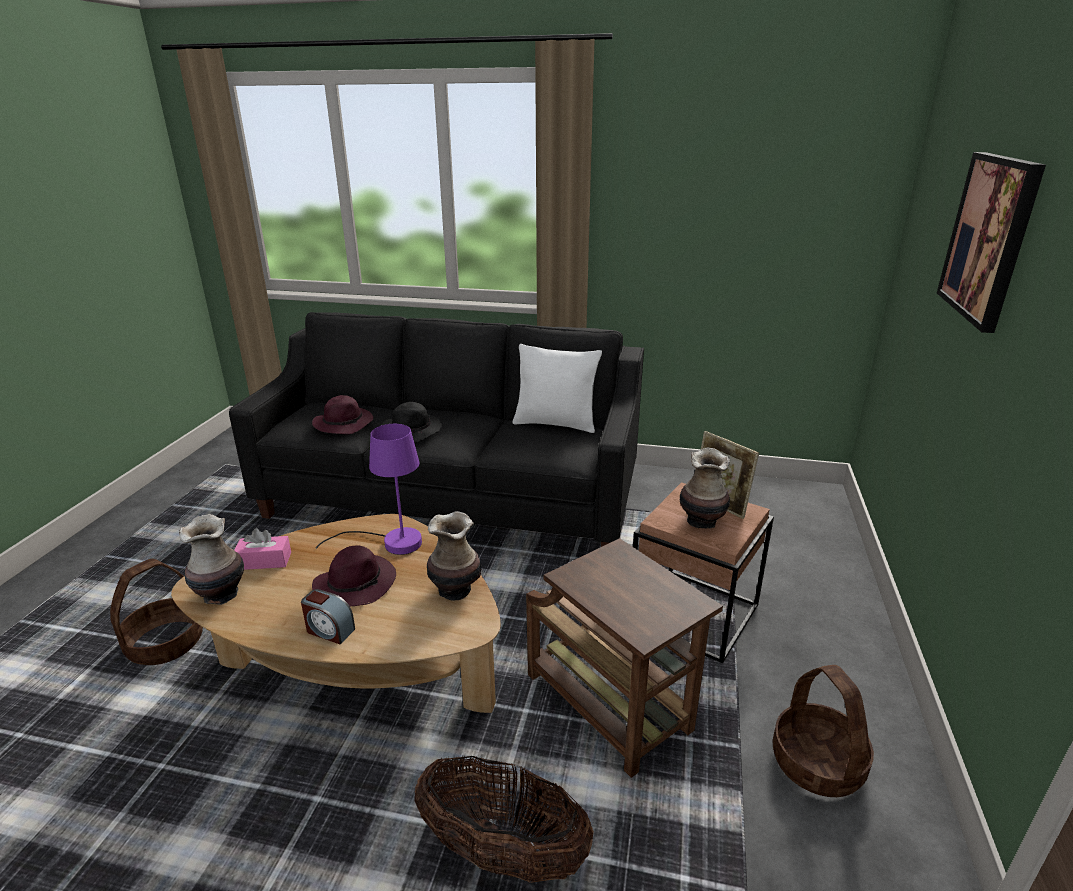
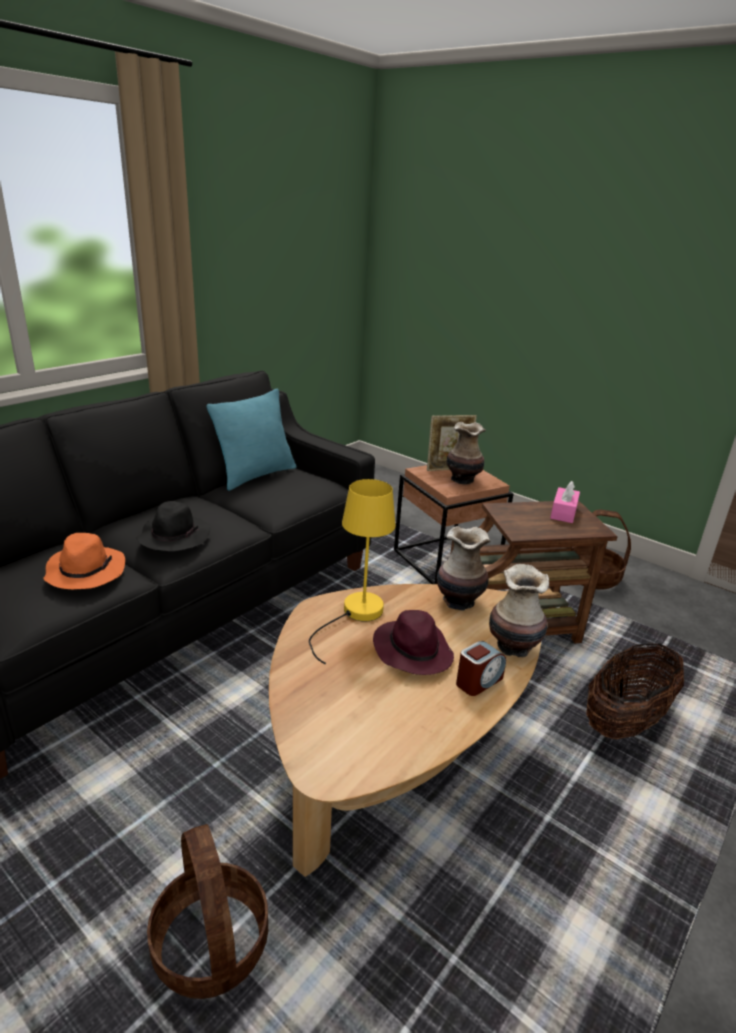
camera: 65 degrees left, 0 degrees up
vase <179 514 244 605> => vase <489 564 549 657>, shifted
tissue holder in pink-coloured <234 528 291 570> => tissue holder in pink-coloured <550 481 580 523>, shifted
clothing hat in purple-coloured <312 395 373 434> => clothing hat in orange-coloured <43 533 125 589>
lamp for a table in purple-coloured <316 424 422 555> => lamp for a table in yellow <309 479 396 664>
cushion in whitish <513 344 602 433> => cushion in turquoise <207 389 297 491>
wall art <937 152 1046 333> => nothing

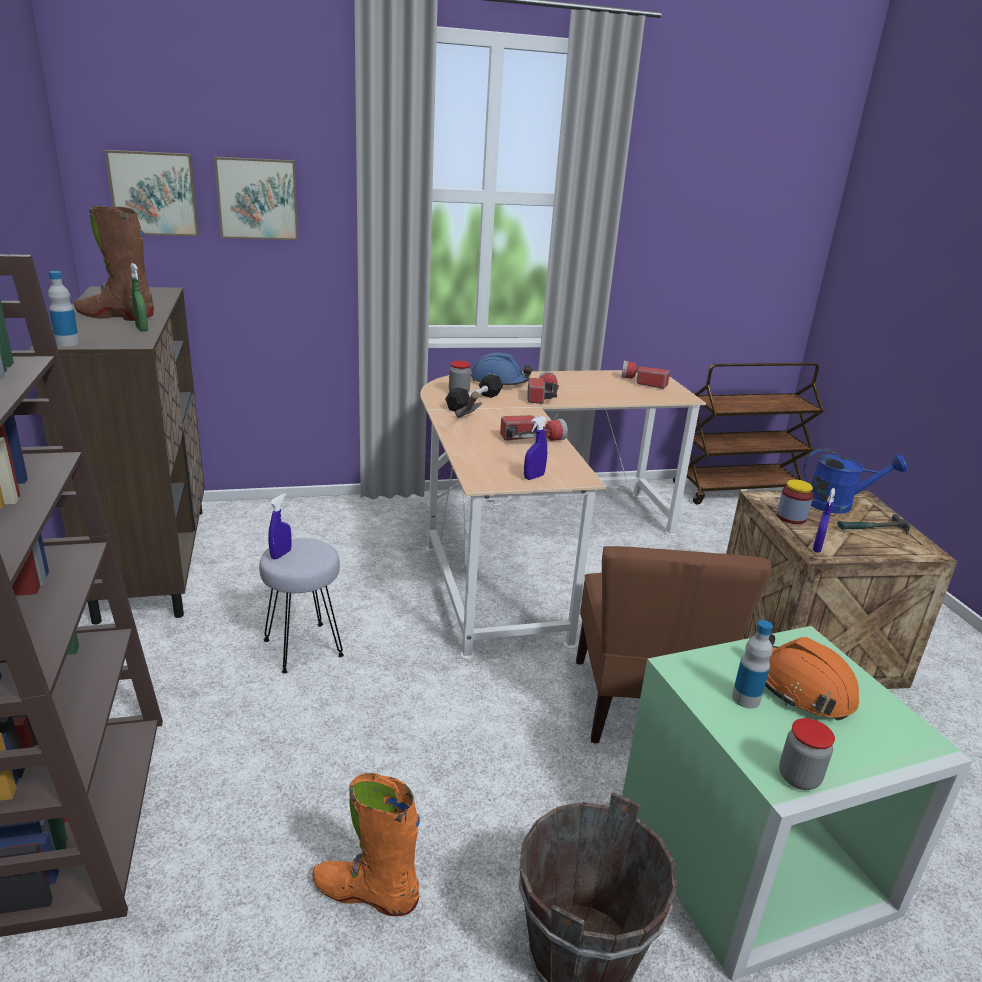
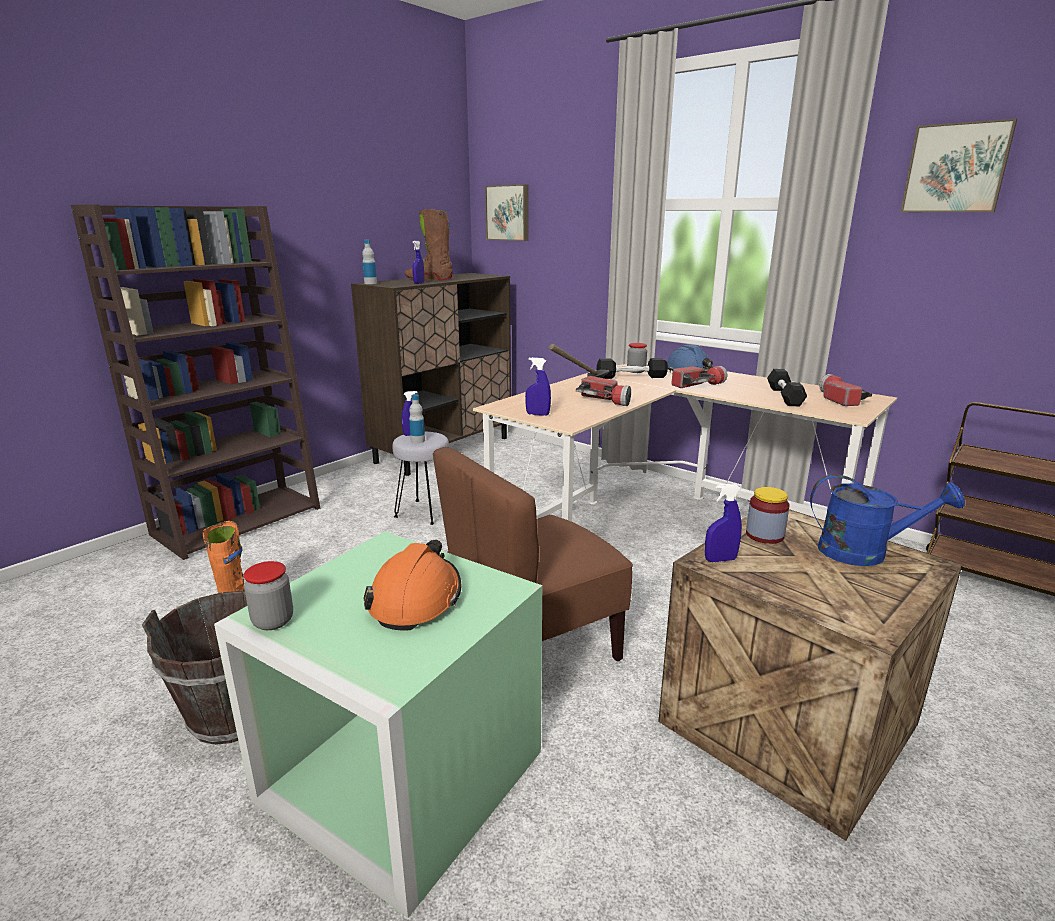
camera: 55 degrees right, 5 degrees down
high-top boot in brownish <74 206 154 321> => high-top boot in brownish <405 209 453 281>, 45 degrees counterclockwise
hand sprayer in greenish <130 263 148 331> => hand sprayer in blue-coloured <412 241 424 284>
wall art <214 157 298 240> => wall art <900 118 1017 212>, shifted
drink bottle <732 620 773 709> => drink bottle <409 394 425 443>, shifted
watering pot in blue-coloured <803 448 907 514> => watering pot in blue-coloured <810 474 965 566>, 45 degrees counterclockwise
tool hammer <837 514 910 535> => nothing
nothing => hand weight in black <767 369 807 406>

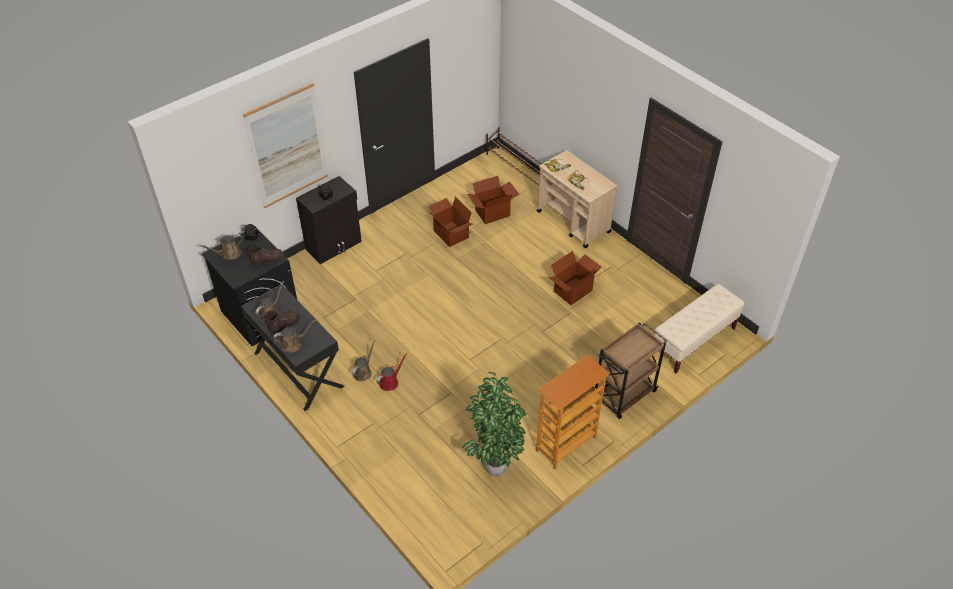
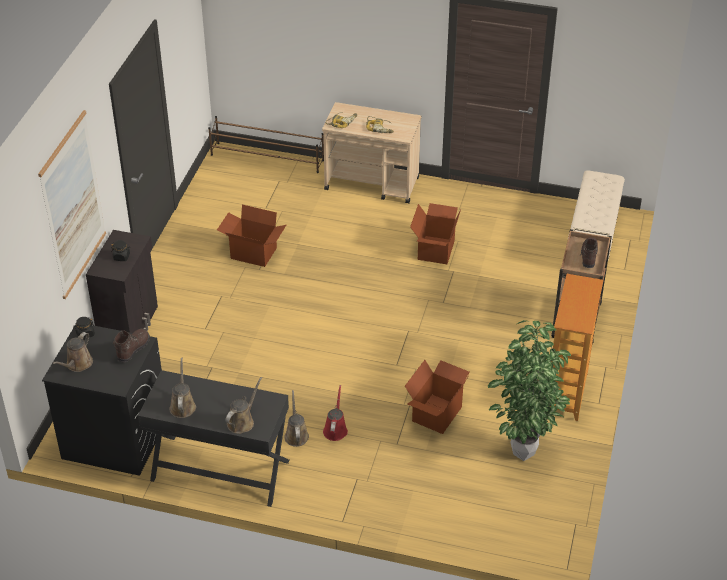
camera: 35 degrees left, 5 degrees down
high-top boot in brownish <265 311 300 335> => high-top boot in brownish <581 237 598 268>, shifted
cardboard box <467 176 520 224> => cardboard box <405 360 469 434>, shifted

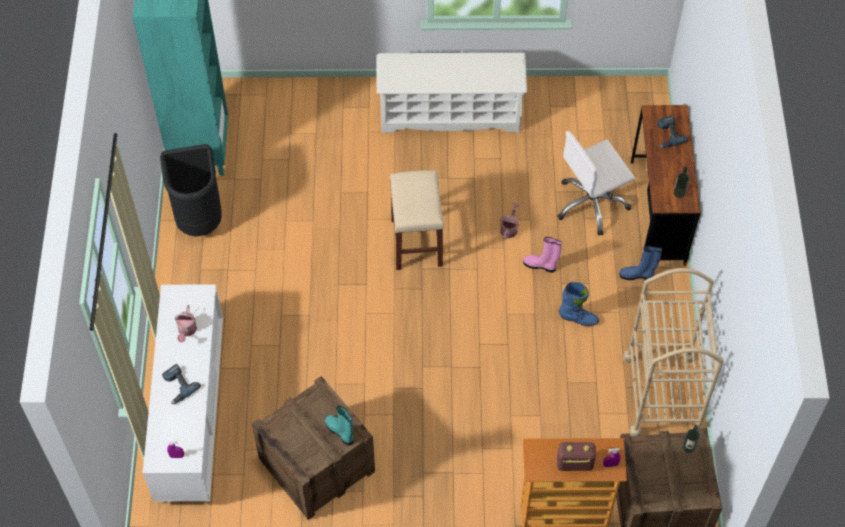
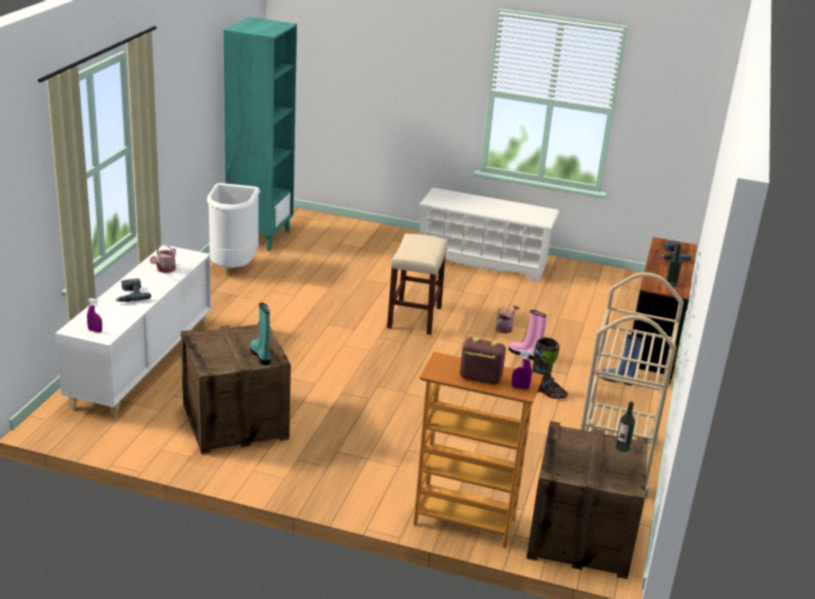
camera: 15 degrees right, 30 degrees down
rubbish bin in black <160 144 222 237> => rubbish bin in whitish <207 183 260 268>
desk chair in whitish <557 131 635 236> => nothing
high-top boot in blue-coloured <559 282 600 326> => high-top boot in black <532 337 568 399>

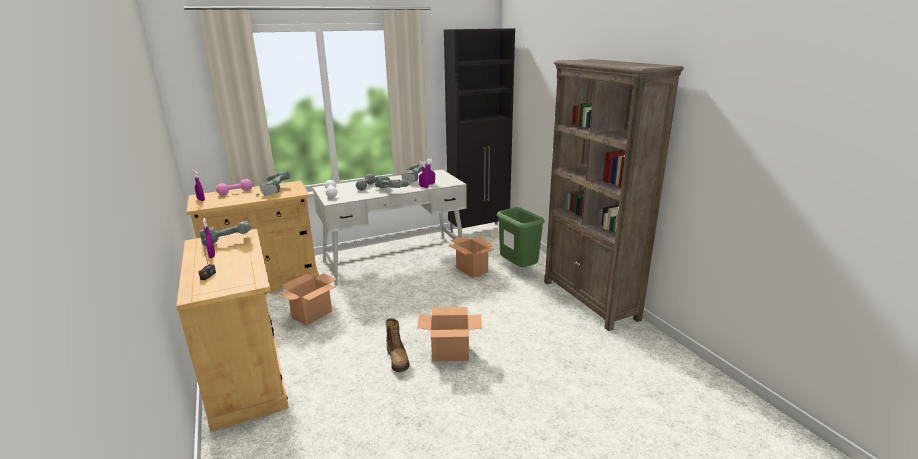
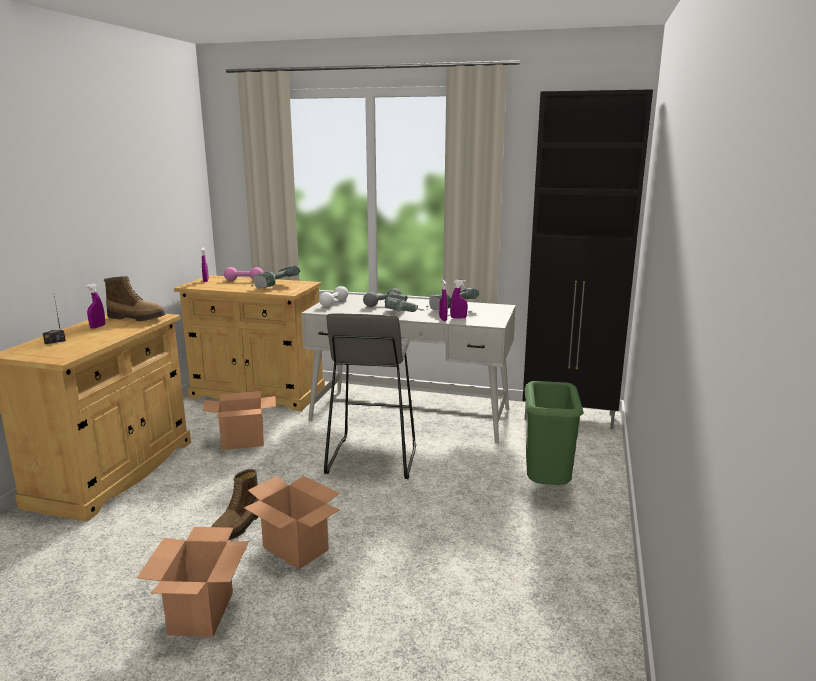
camera: 40 degrees right, 5 degrees down
power drill <200 221 251 246> => high-top boot <104 276 166 321>
cardboard box <448 236 495 278> => cardboard box <137 527 249 637>, shifted
bookcase in brownish <544 59 684 331> => nothing
nothing => stool seat in greyish <324 313 416 479>

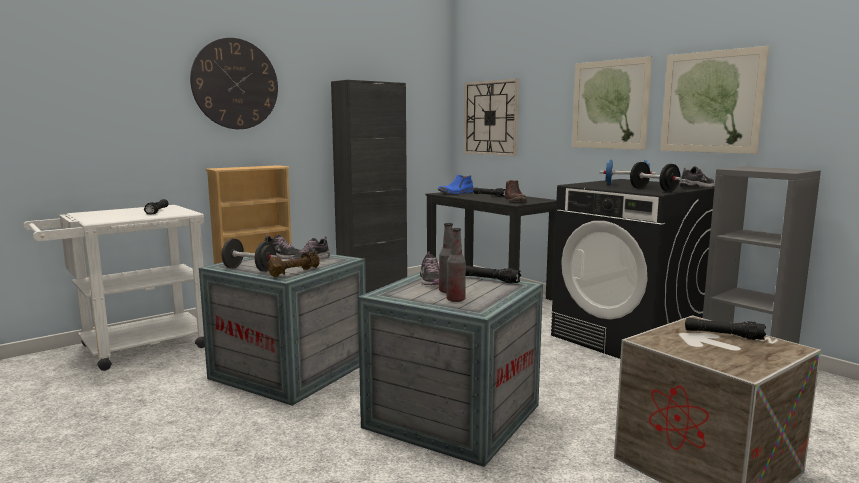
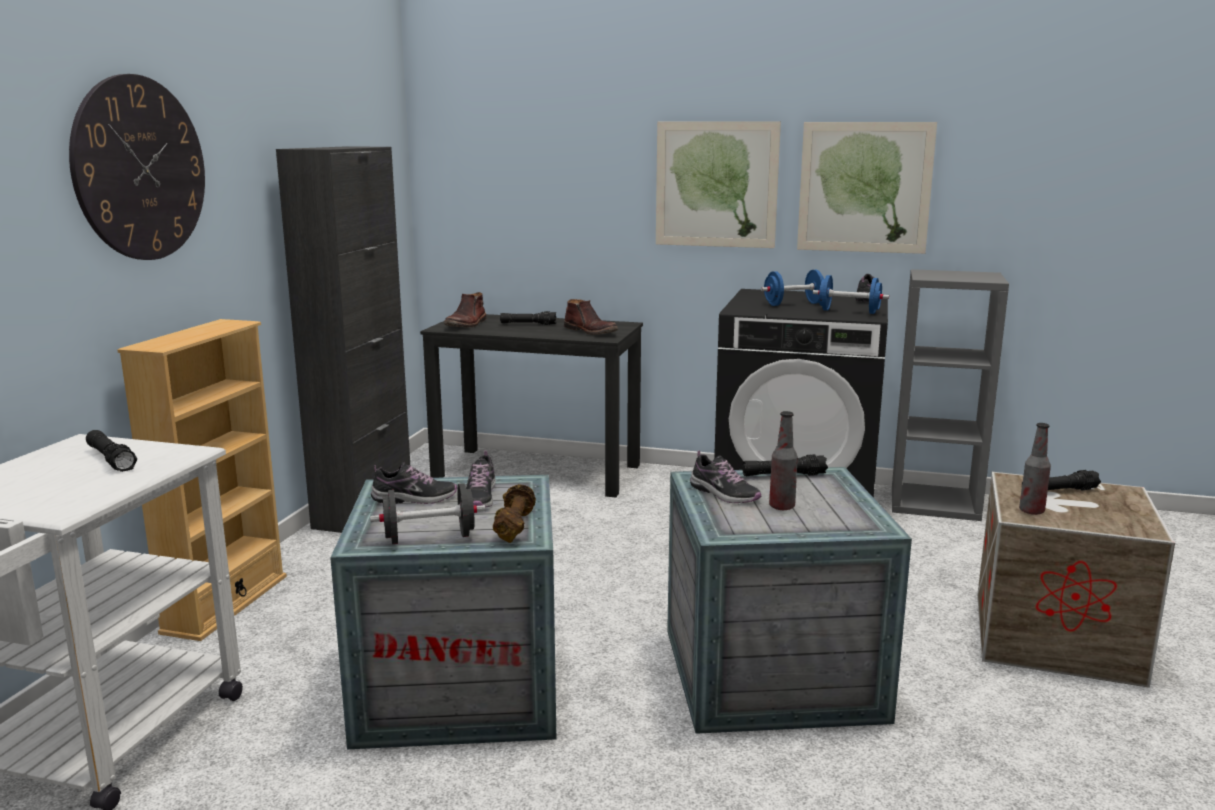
camera: 35 degrees left, 5 degrees up
high-top boot in blue-coloured <438 175 474 194> => high-top boot in brownish <444 292 487 327>
drink bottle <446 228 466 302> => drink bottle <1019 423 1051 515>, shifted
clock on the wall <464 78 519 156> => nothing
hand weight in black <630 162 681 192> => hand weight in blue-coloured <813 275 889 314>

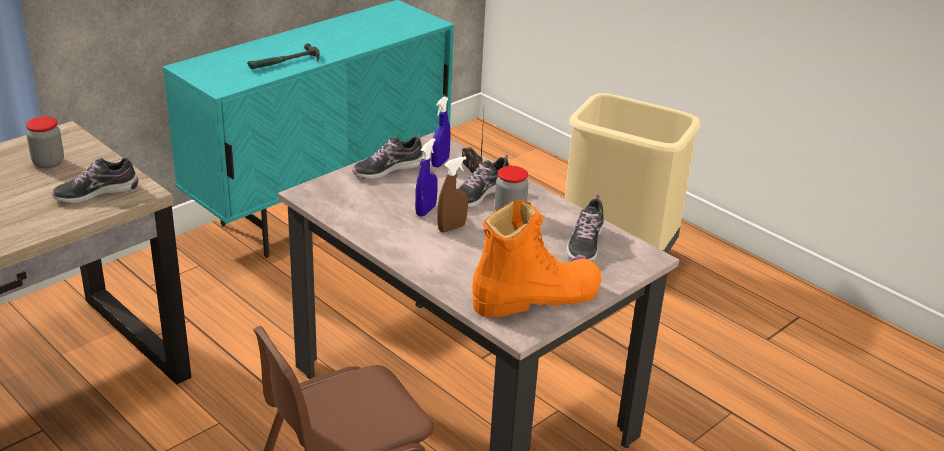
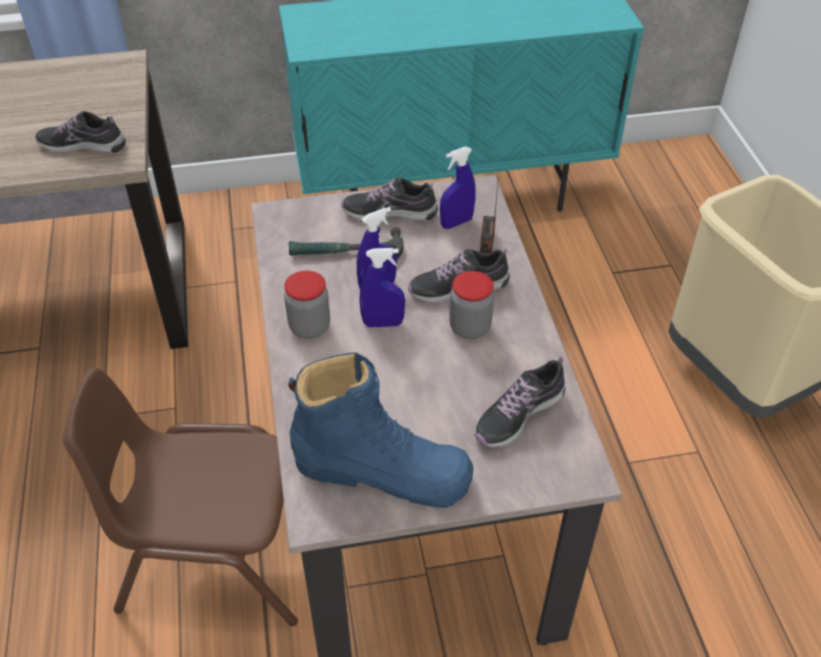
camera: 35 degrees right, 15 degrees up
preserve jar <26 117 64 168> => preserve jar <284 270 330 339>, shifted
tool hammer <247 43 320 70> => tool hammer <289 227 404 260>, shifted
hand sprayer in brownish <437 156 468 232> => hand sprayer in blue-coloured <360 248 405 327>
high-top boot in orange-coloured <472 200 601 318> => high-top boot in blue-coloured <288 352 474 508>

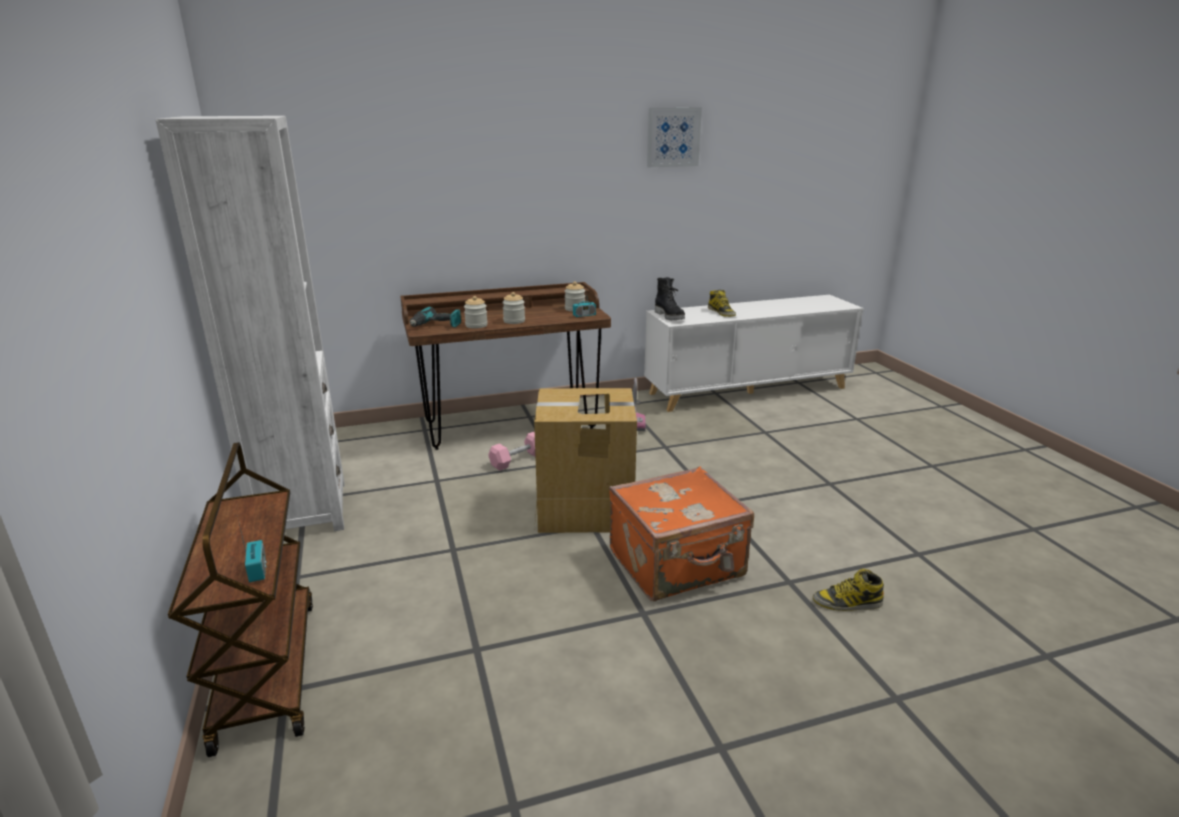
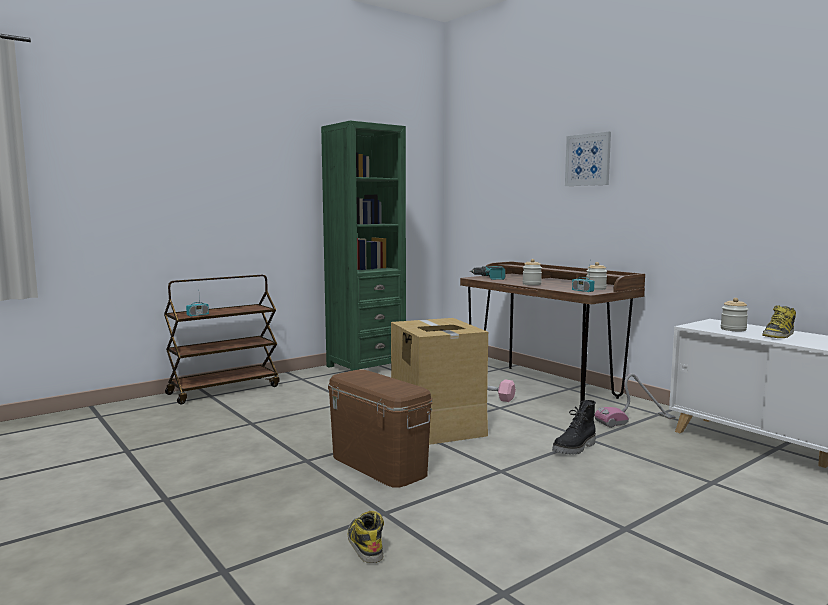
camera: 70 degrees right, 15 degrees down
bookcase in whitish <156 116 344 531> => bookcase in greenish <321 121 406 371>
preserve jar <464 296 488 329> => preserve jar <721 298 749 331>, shifted
suitcase in orange-coloured <609 466 754 601> => storage bin in brownish <328 370 432 488>
wall art <647 108 702 167> => wall art <565 132 611 186>, shifted
high-top boot in black <655 277 685 320> => high-top boot in black <552 400 596 455>, shifted

